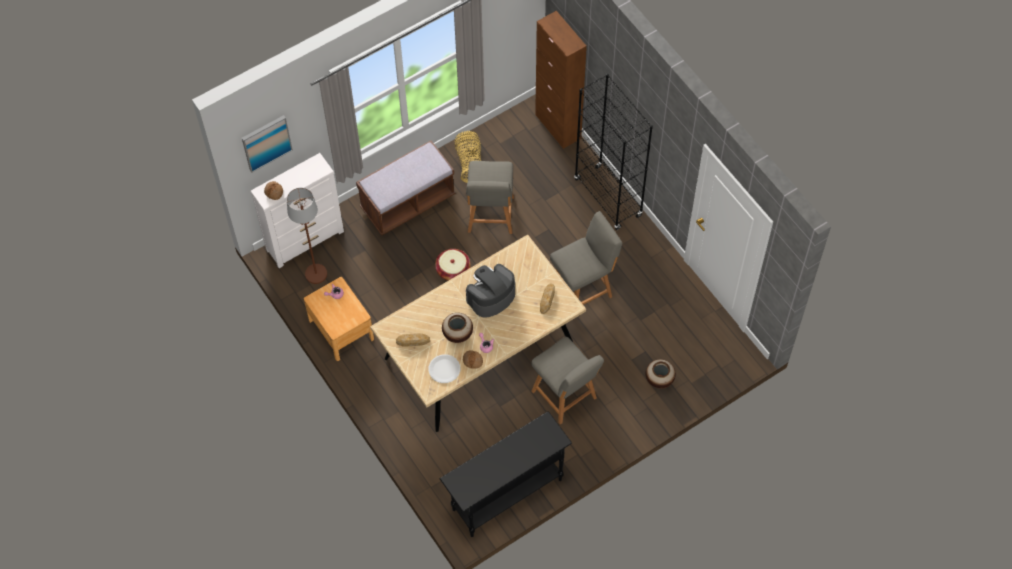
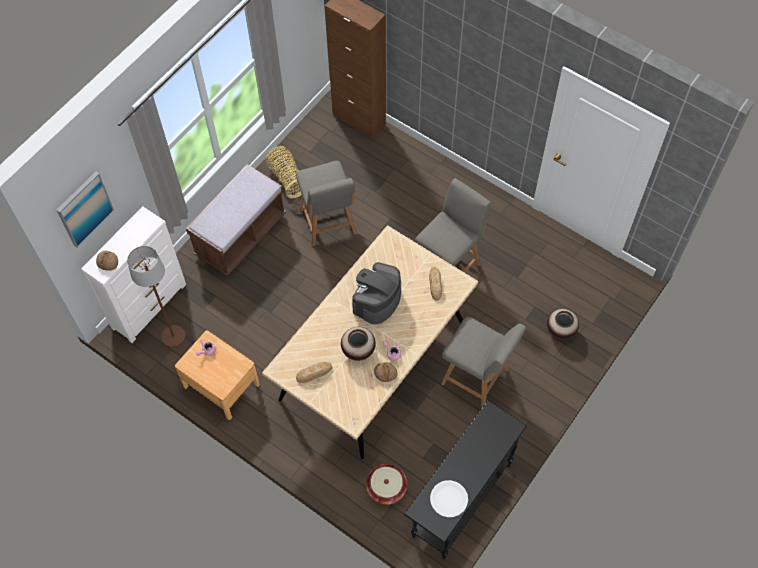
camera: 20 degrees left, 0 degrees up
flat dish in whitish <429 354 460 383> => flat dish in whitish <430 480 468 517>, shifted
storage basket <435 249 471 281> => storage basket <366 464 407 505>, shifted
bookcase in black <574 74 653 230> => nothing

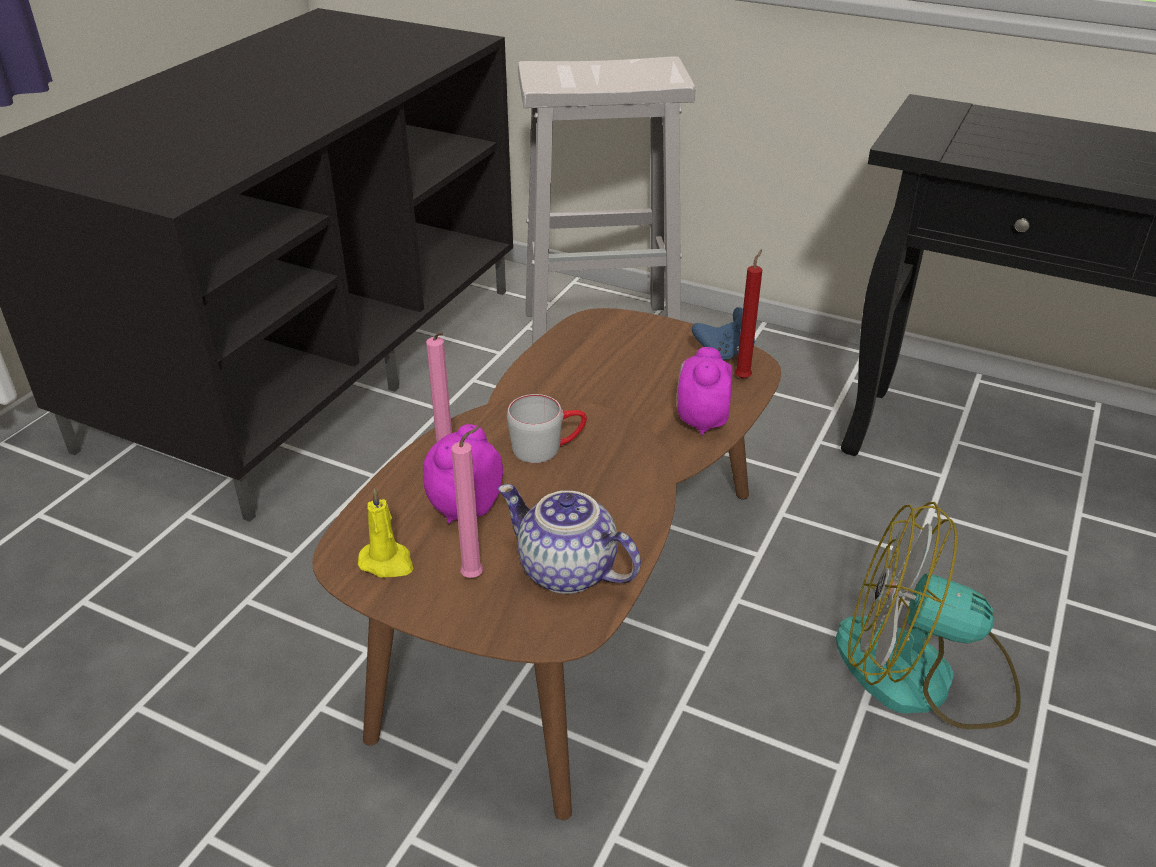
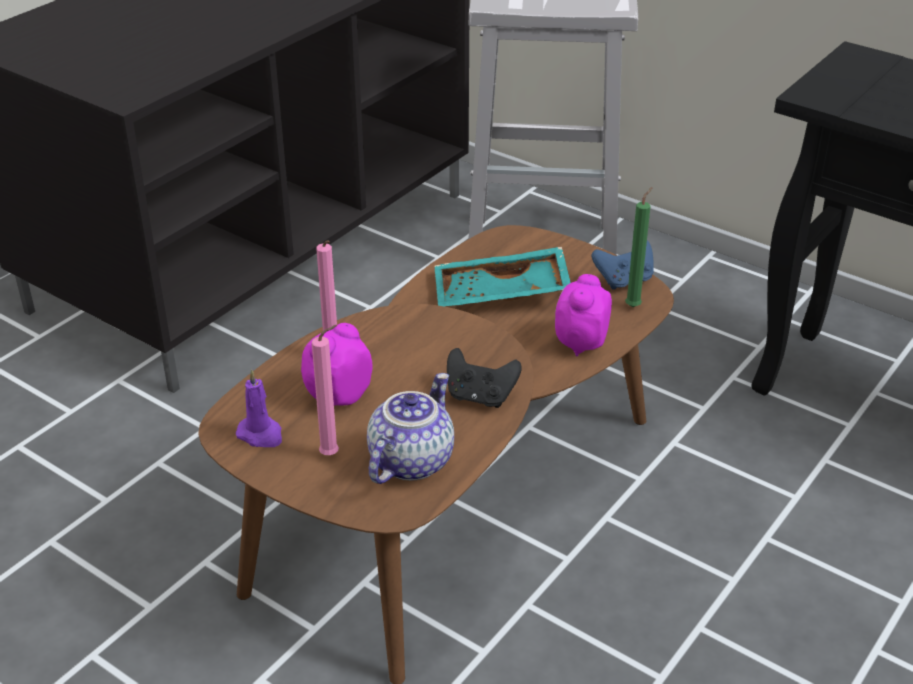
camera: 10 degrees right, 0 degrees up
candle in yellow <358 488 413 578> => candle in purple-coloured <236 369 282 447>
teapot <498 484 641 594> => teapot <367 373 454 484>, 75 degrees clockwise
mug in greyish <507 394 587 463> => nothing
candle in reddish <735 249 762 379> => candle in greenish <625 187 653 307>
electric fan <836 502 1021 729> => nothing
nothing => carrying tray in turquoise <434 247 571 306>
nothing => gamepad in black <447 348 522 408>

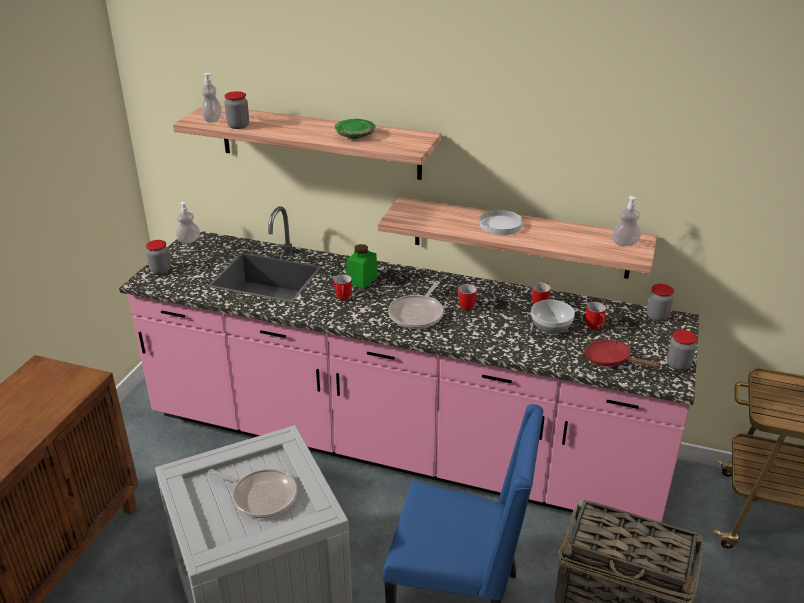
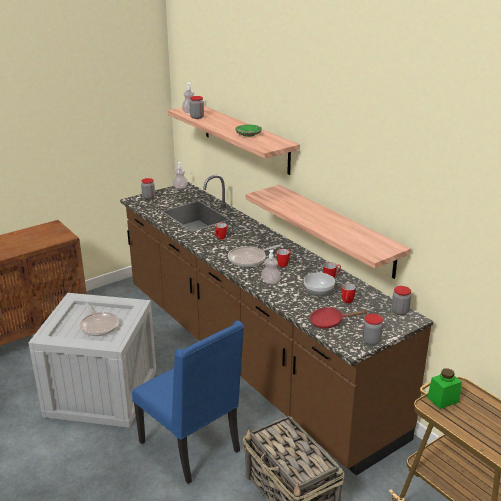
camera: 35 degrees right, 5 degrees down
kitchen base unit in pink-coloured <119 206 699 522> => kitchen base unit in brownish <120 175 433 476>
preserve jar in greenish <346 244 378 289> => preserve jar in greenish <427 368 462 409>, shifted
flat dish in whitish <480 210 523 235> => nothing
skillet in reddish <584 339 661 368> => skillet in reddish <310 307 368 329>, 75 degrees counterclockwise
soap bottle <612 196 641 246> => soap bottle <261 249 281 284>, shifted

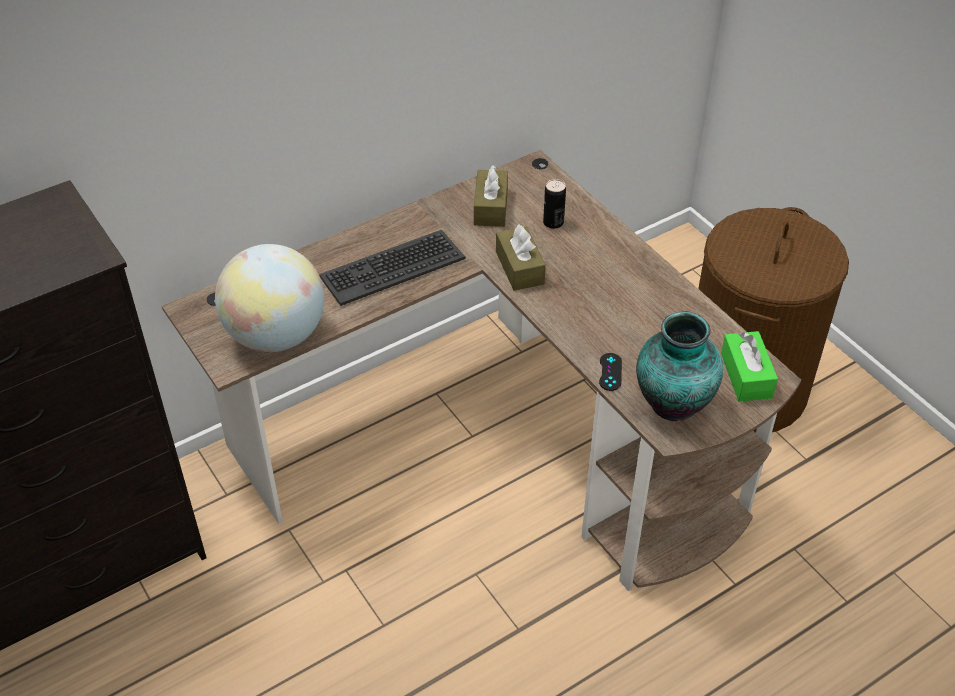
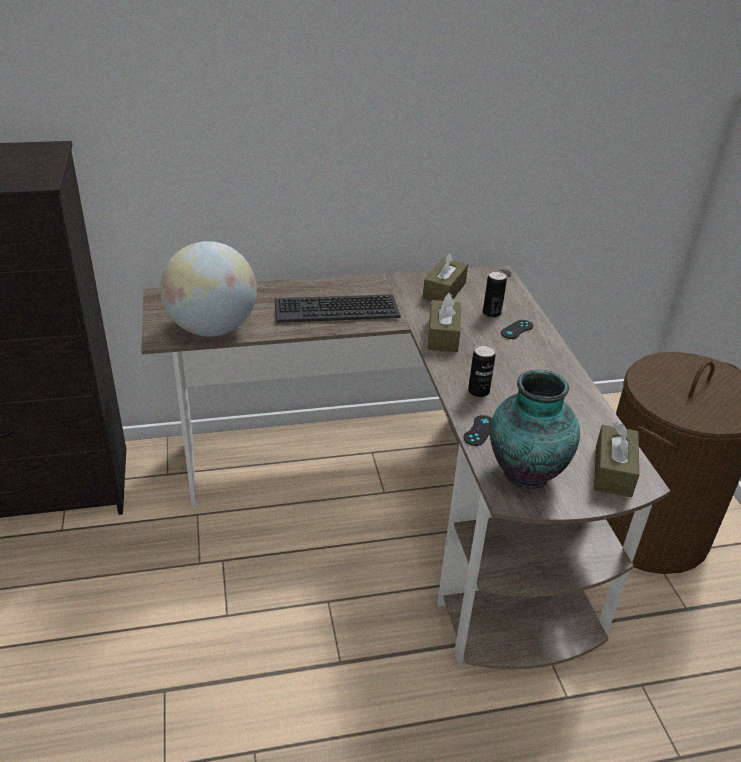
camera: 20 degrees right, 10 degrees down
tissue holder in greenish <721 331 778 402> => tissue holder in brownish <594 422 639 497>
nothing => sealed can <468 345 495 397>
nothing => gamepad in black <501 320 533 339>

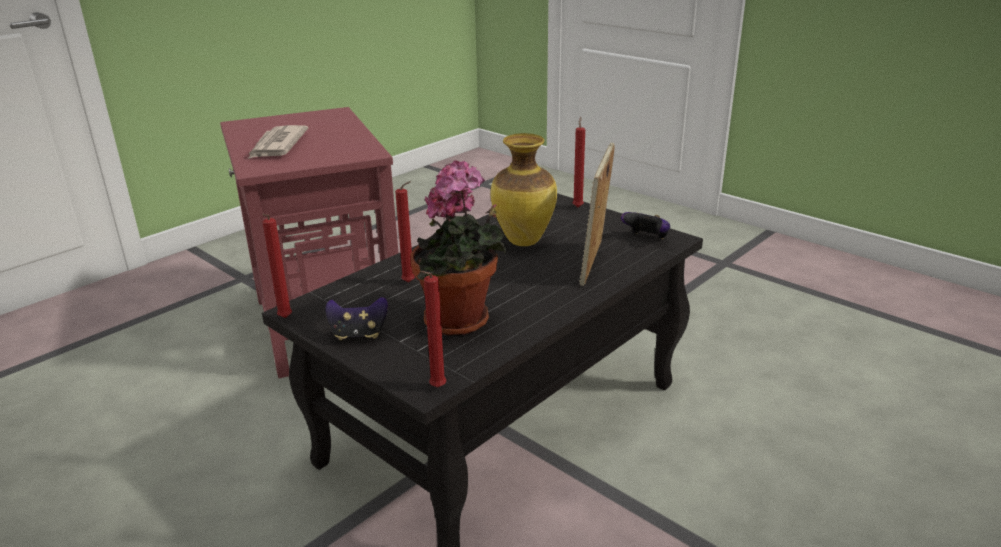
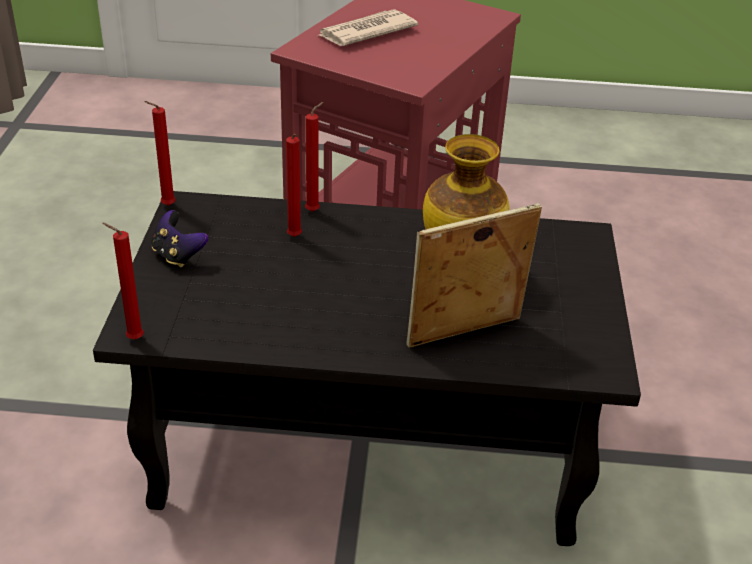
camera: 50 degrees right, 10 degrees up
plant in a pot <411 160 507 336> => nothing
candle in reddish <573 117 585 207> => candle in reddish <305 102 324 212>, shifted
gamepad <621 212 670 239> => nothing

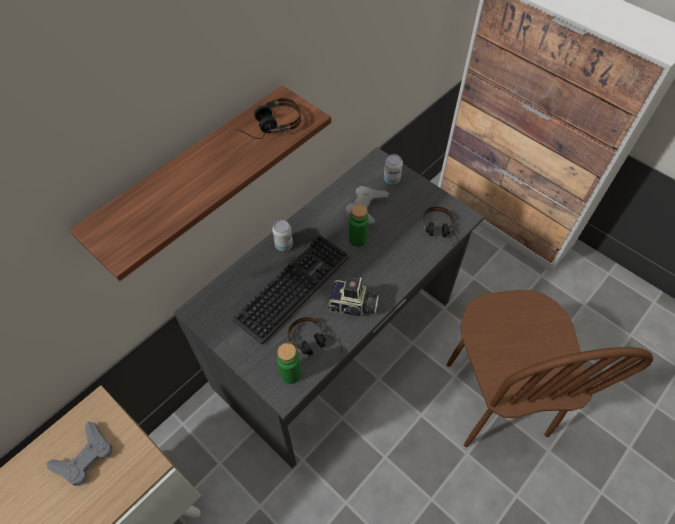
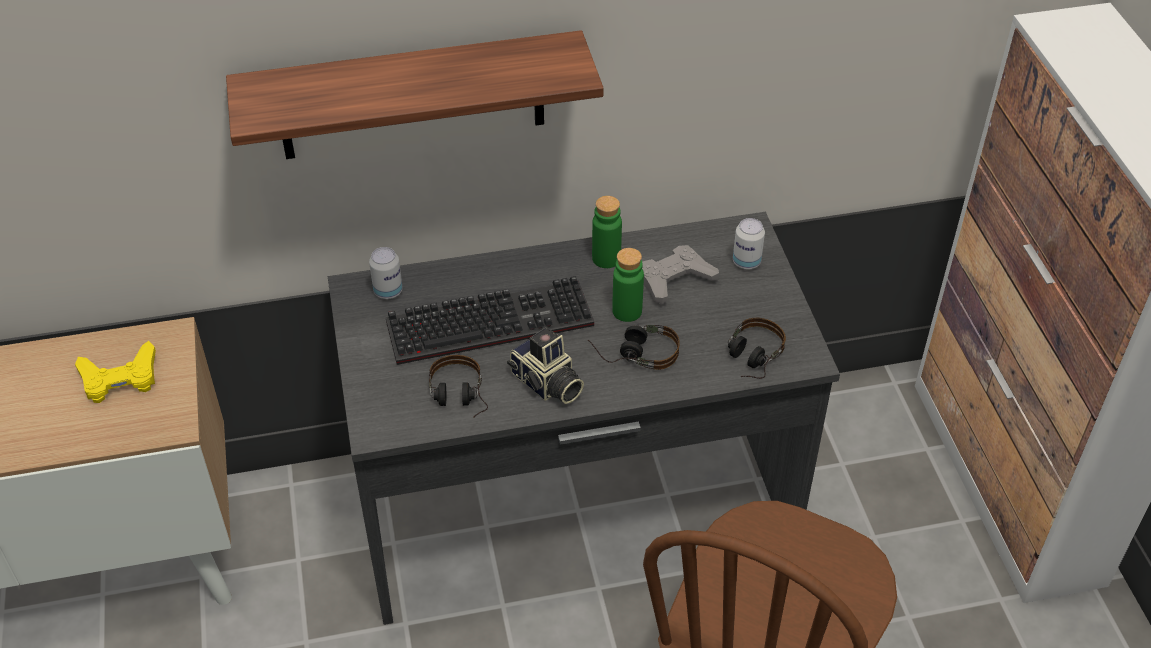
camera: 35 degrees right, 10 degrees down
gamepad in greyish <46 422 112 486> => gamepad in yellow <75 341 156 403>
pair of headphones <236 98 301 139> => pair of headphones <588 324 680 370>, shifted
sealed can <272 220 293 251> => sealed can <369 247 403 299>, shifted
drink bottle in greenish <277 343 301 384> => drink bottle in greenish <592 196 622 268>, shifted

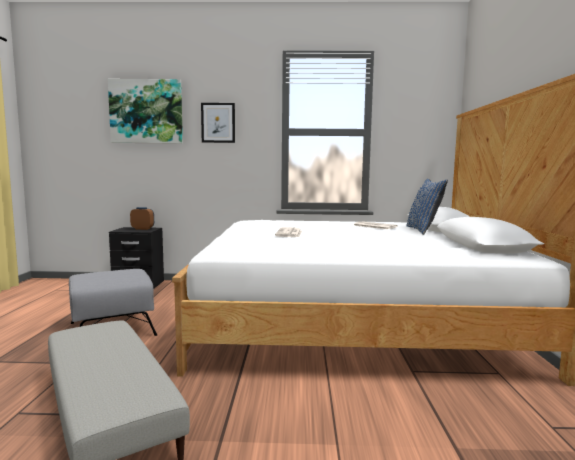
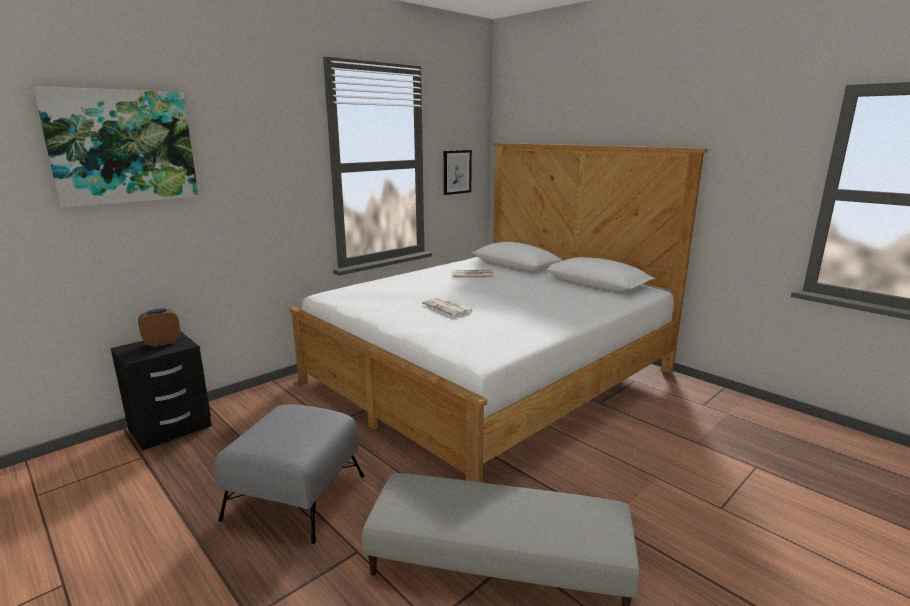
camera: 45 degrees left, 10 degrees up
wall art <201 103 235 143> => wall art <444 150 472 195>, shifted
cushion in blue-coloured <406 179 448 235> => nothing

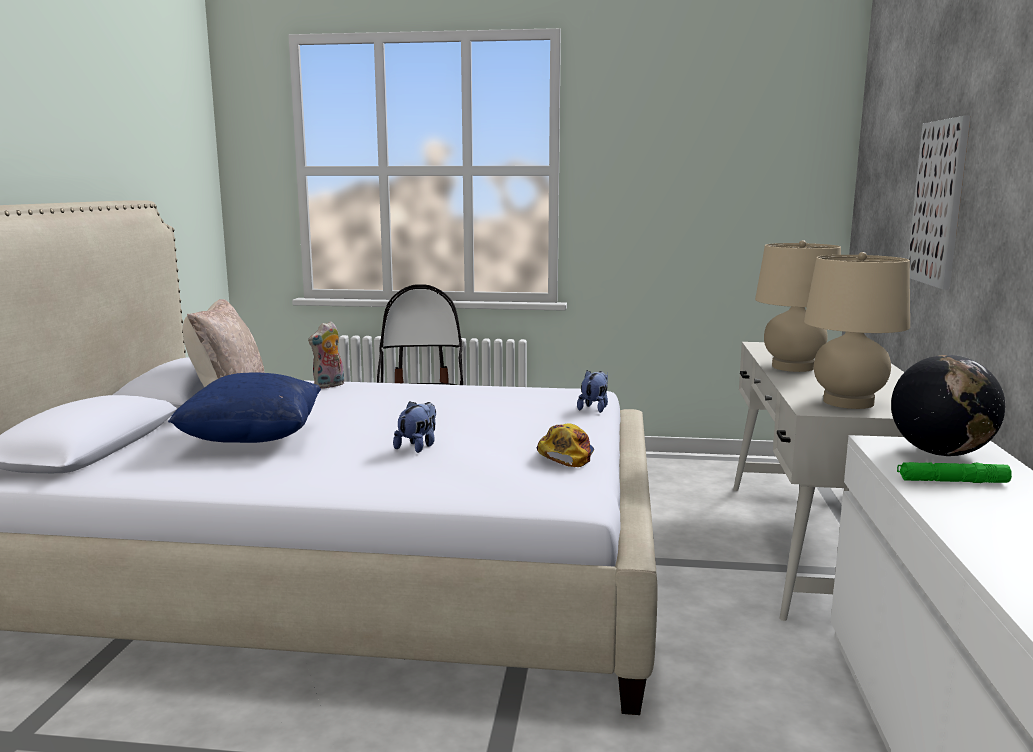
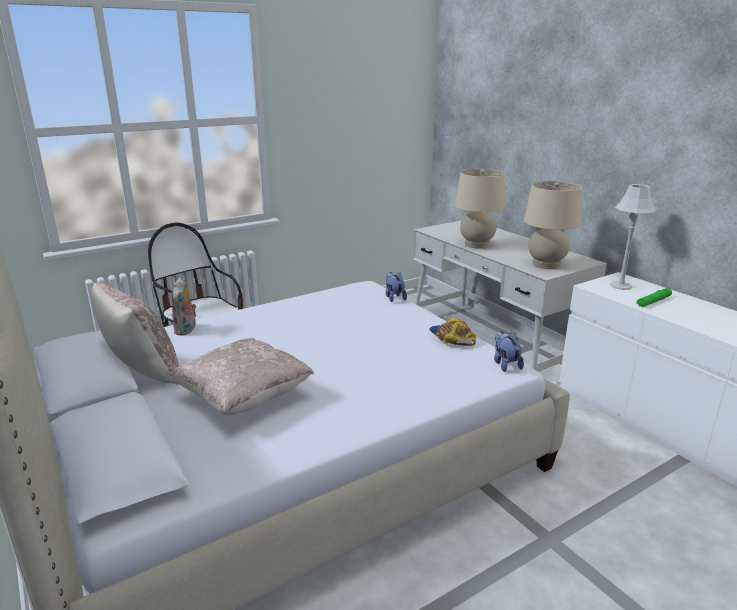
camera: 40 degrees left, 10 degrees up
cushion in blue-coloured <168 372 321 443> => cushion in sand-coloured <170 338 314 415>
cuddly toy <393 401 436 453> => cuddly toy <494 331 524 372>, shifted
world globe <891 355 1005 456> => lamp for a table in greyish <610 184 656 290>
wall art <908 116 971 290> => nothing

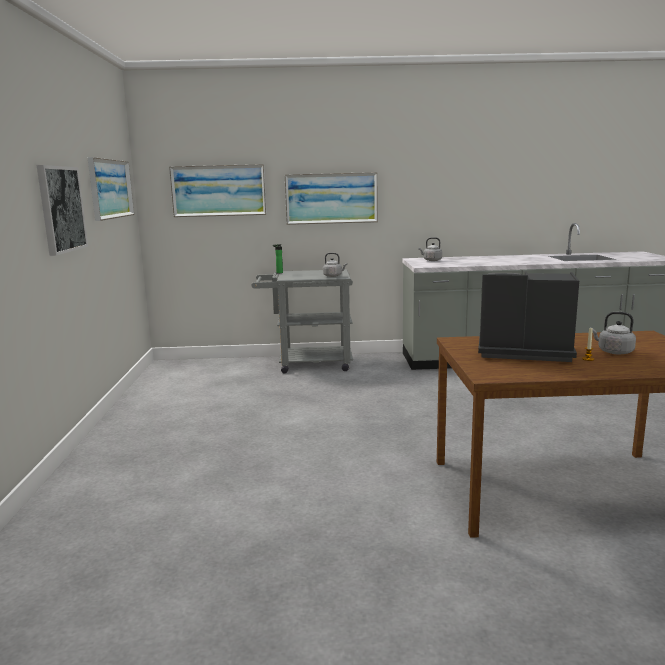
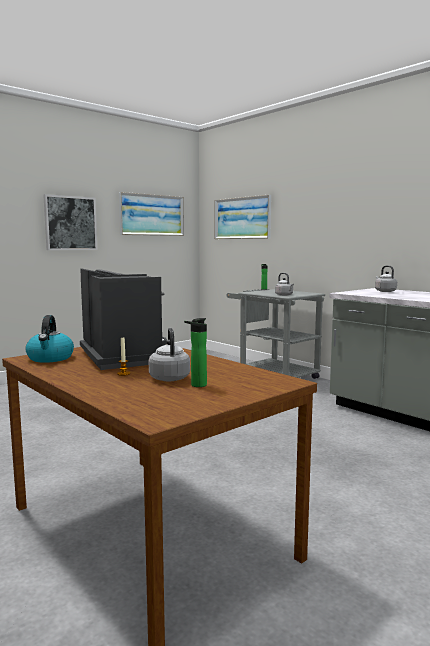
camera: 50 degrees right, 5 degrees down
wall art <285 172 378 225> => nothing
nothing => water kettle <25 315 74 363>
nothing => drink bottle <184 318 207 387>

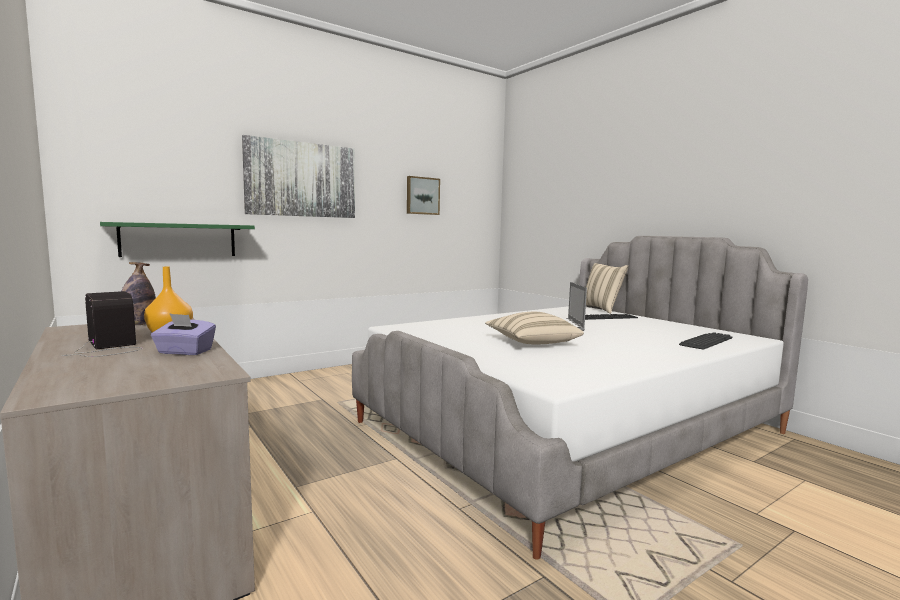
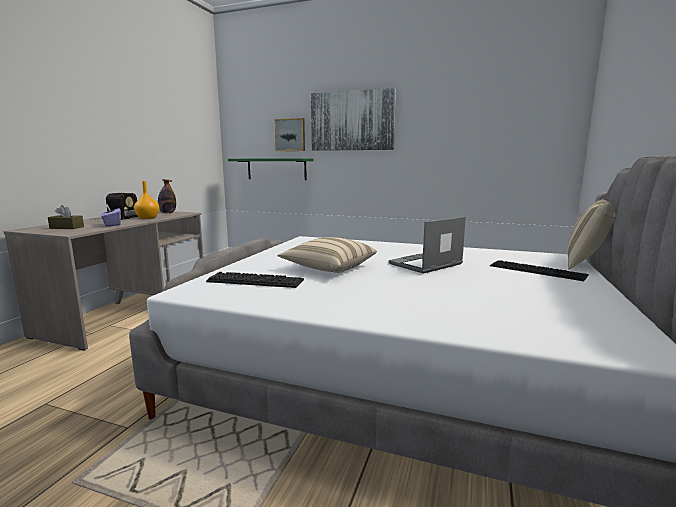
camera: 55 degrees right, 5 degrees up
wall art <407 176 440 215> => wall art <274 118 305 151>, shifted
computer keyboard <679 332 732 349> => computer keyboard <206 272 304 288>, shifted
nothing => tissue holder in brownish <48 205 84 229>

